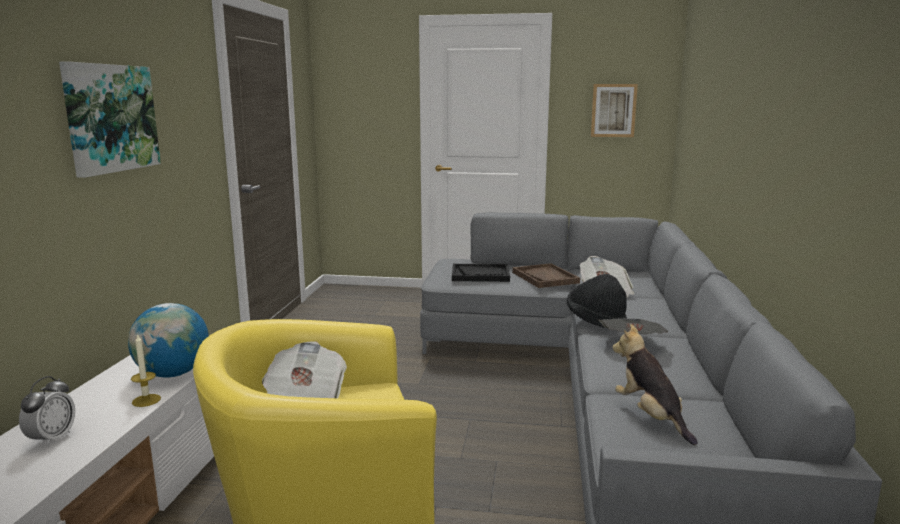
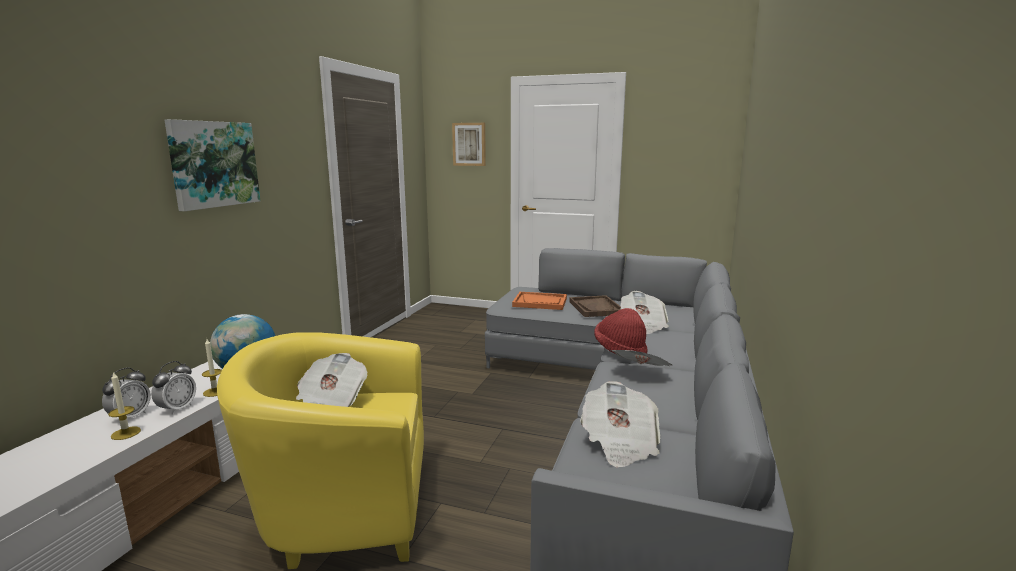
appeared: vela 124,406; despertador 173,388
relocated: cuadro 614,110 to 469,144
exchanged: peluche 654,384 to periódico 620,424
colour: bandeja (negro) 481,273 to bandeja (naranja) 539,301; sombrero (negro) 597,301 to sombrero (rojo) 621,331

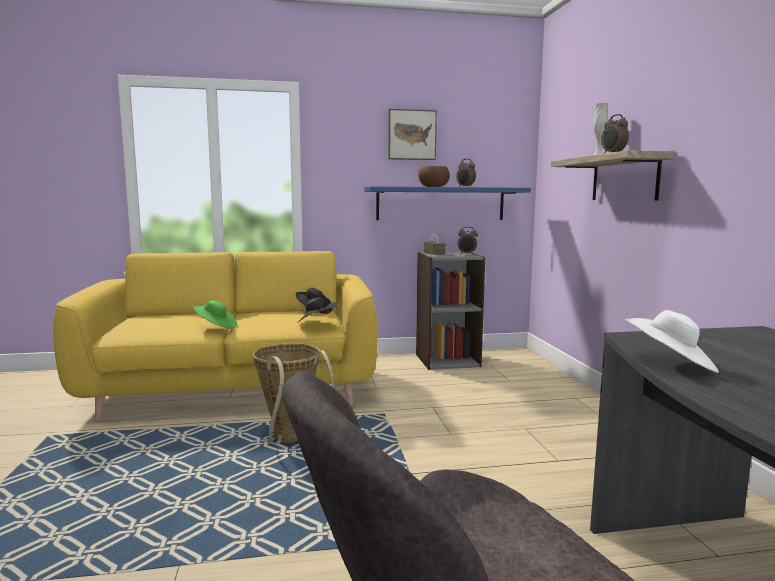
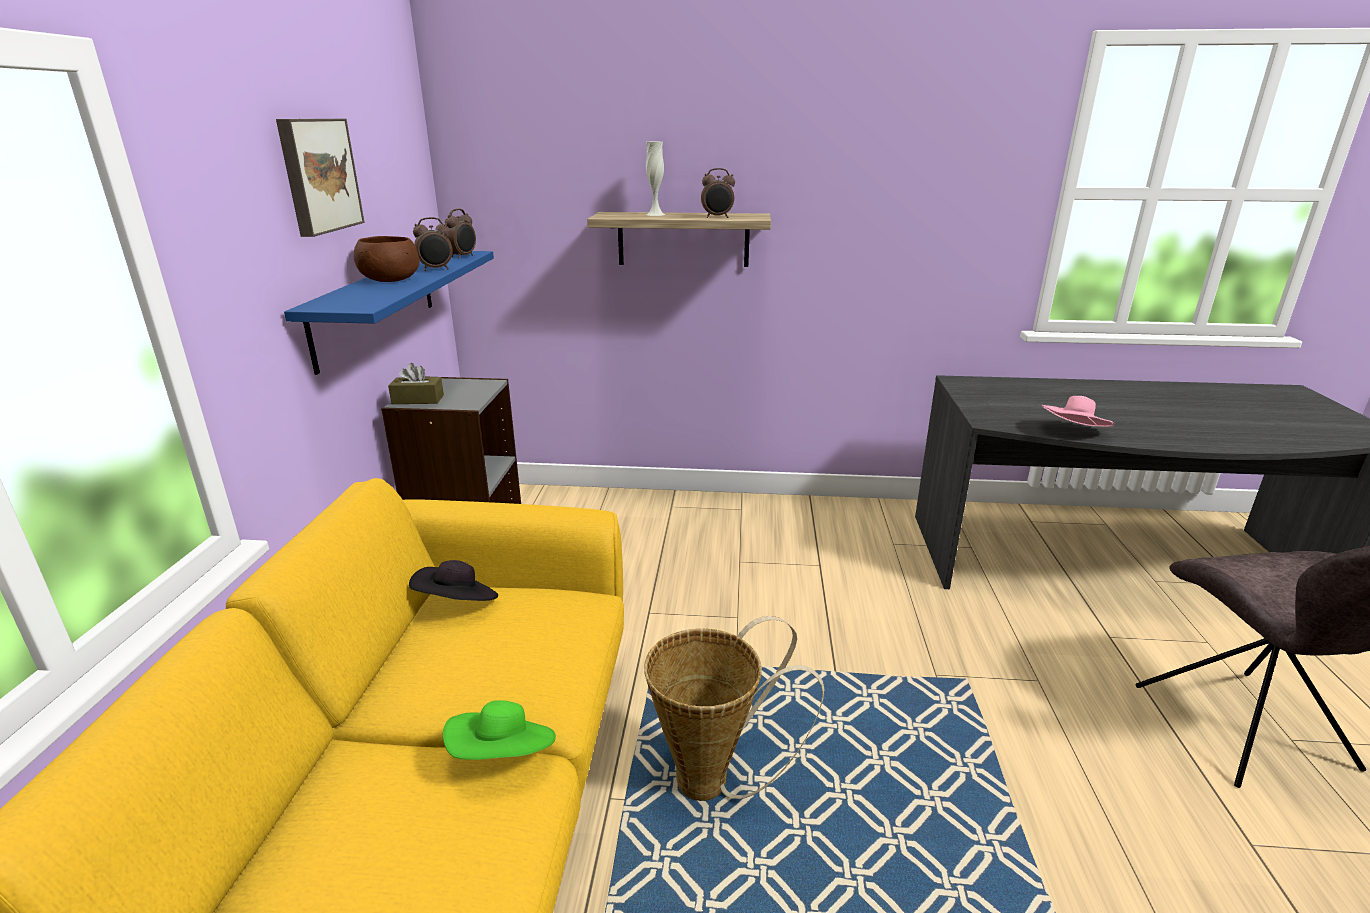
missing: sombrero (negro) 317,310
relocated: despertador 467,241 to 460,234
colour: sombrero (blanco) 672,341 to sombrero (rosa) 1078,411

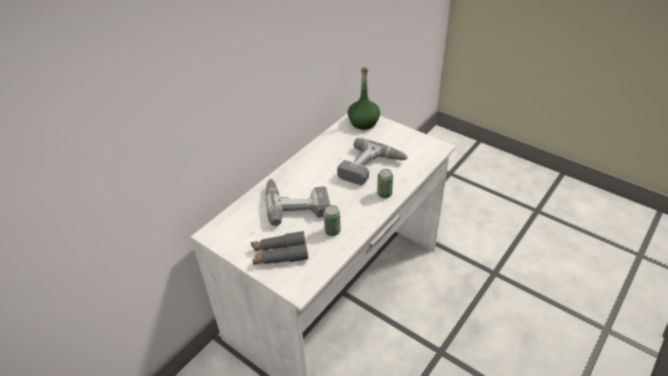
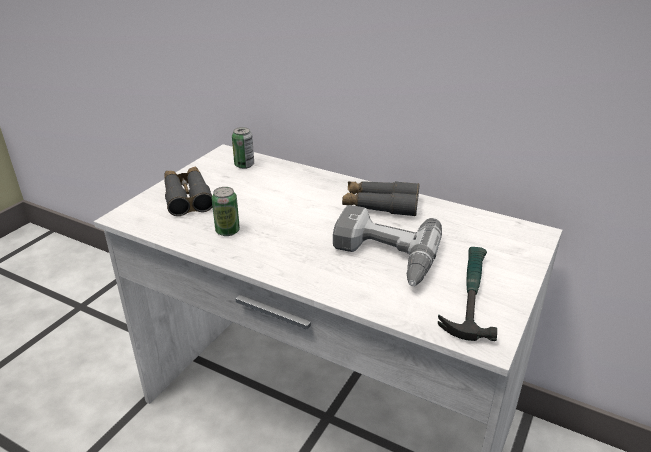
missing: taladro 297,202; botella (verde) 364,98
appeared: prismáticos (gris) 381,199; martillo 467,294
relocated: lata 385,183 to 243,148

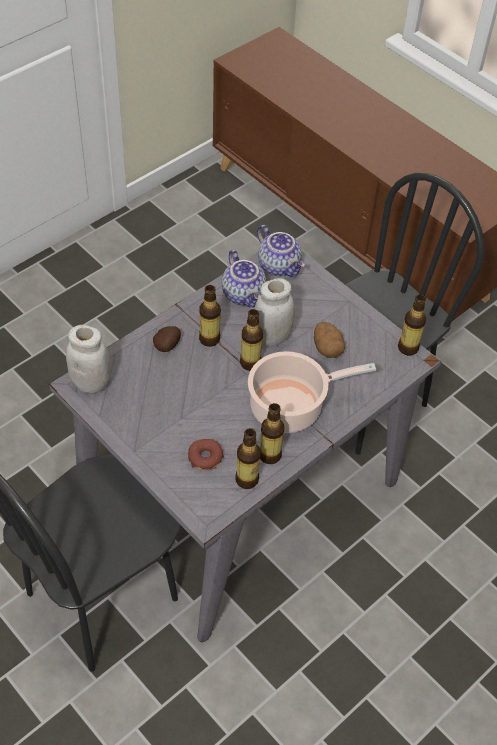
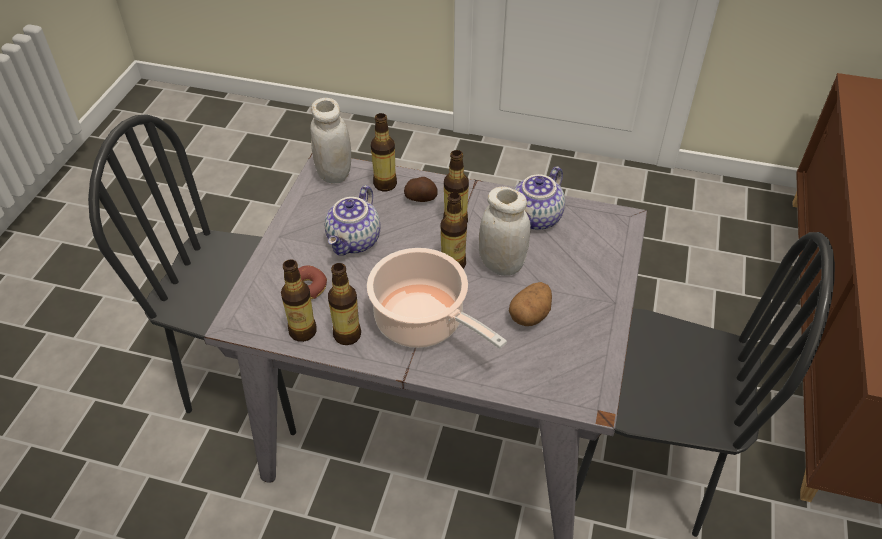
relocated: tetera 281,251 to 353,220; botella 412,325 to 384,152

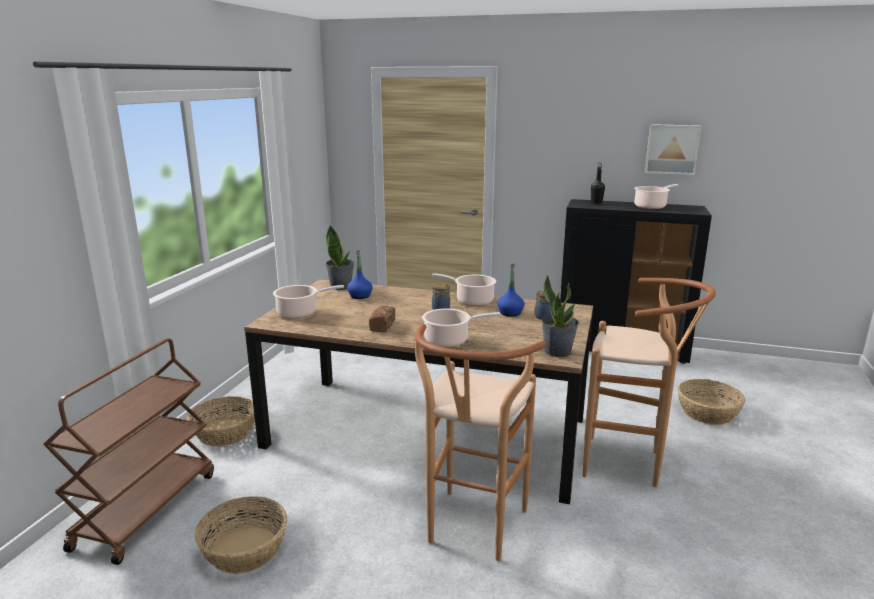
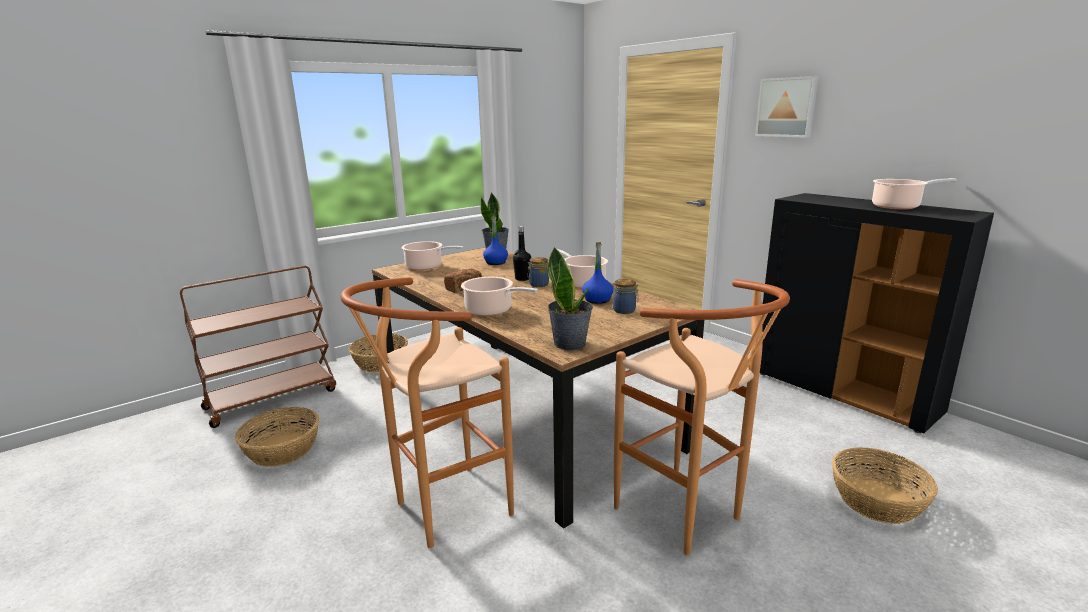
relocated: botella (negro) 598,183 to 522,253; cuadro 673,149 to 787,107

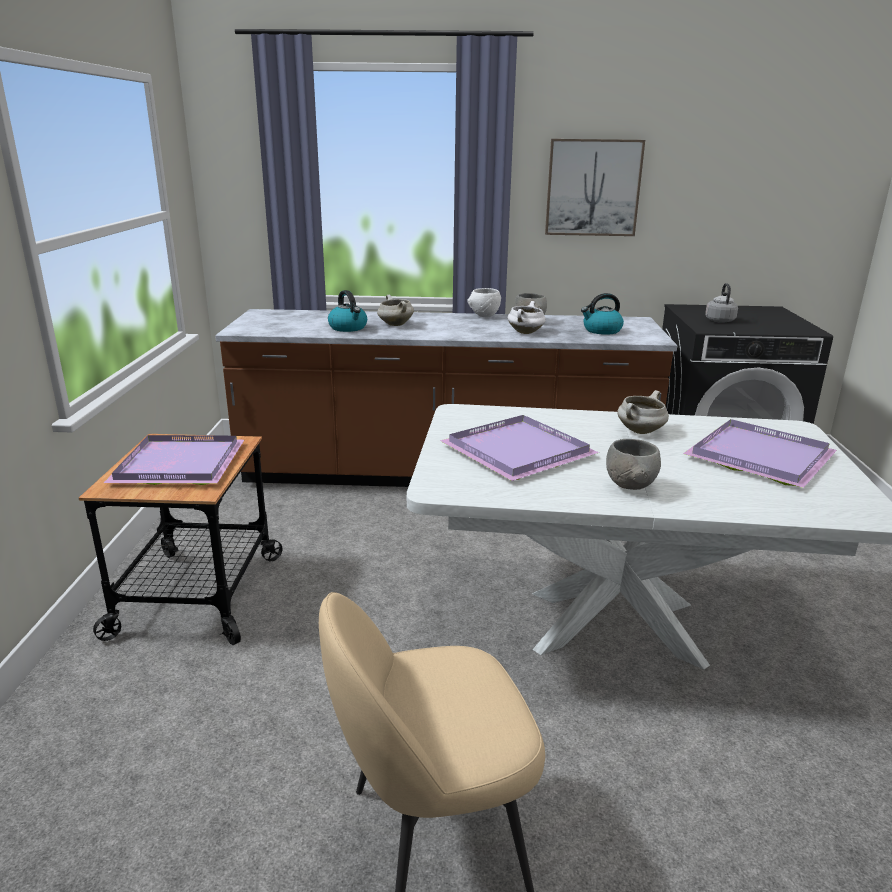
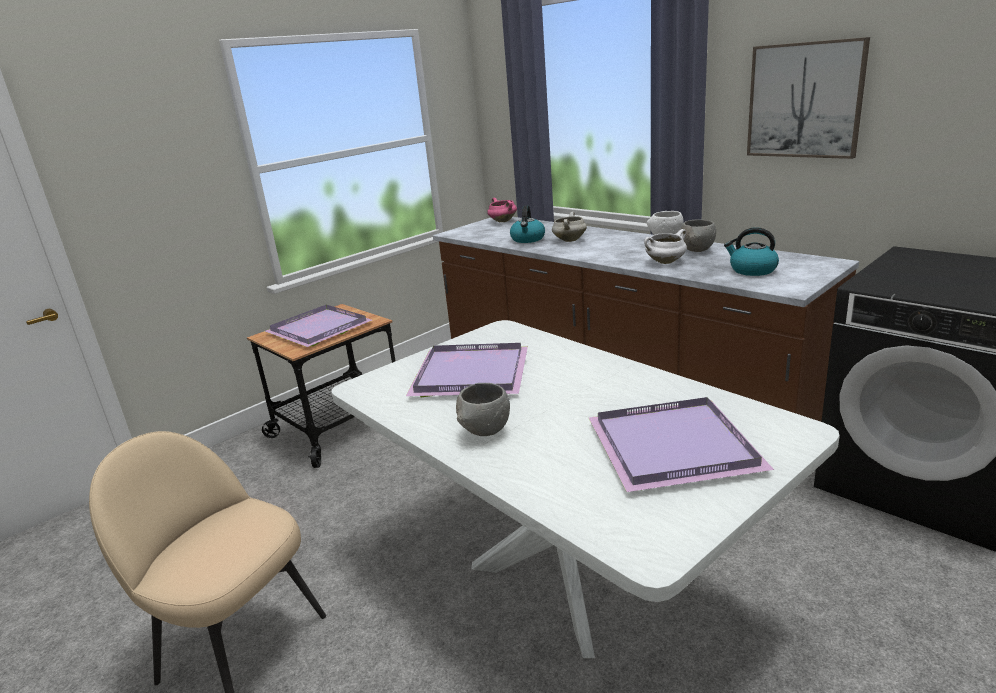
missing: olla (blanco) 643,412; hervidor (gris) 721,303
appeared: olla (rosa) 502,210

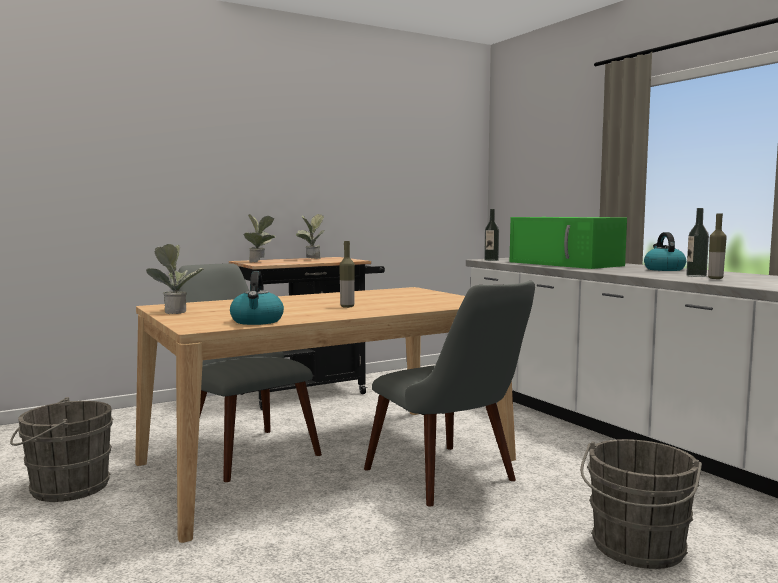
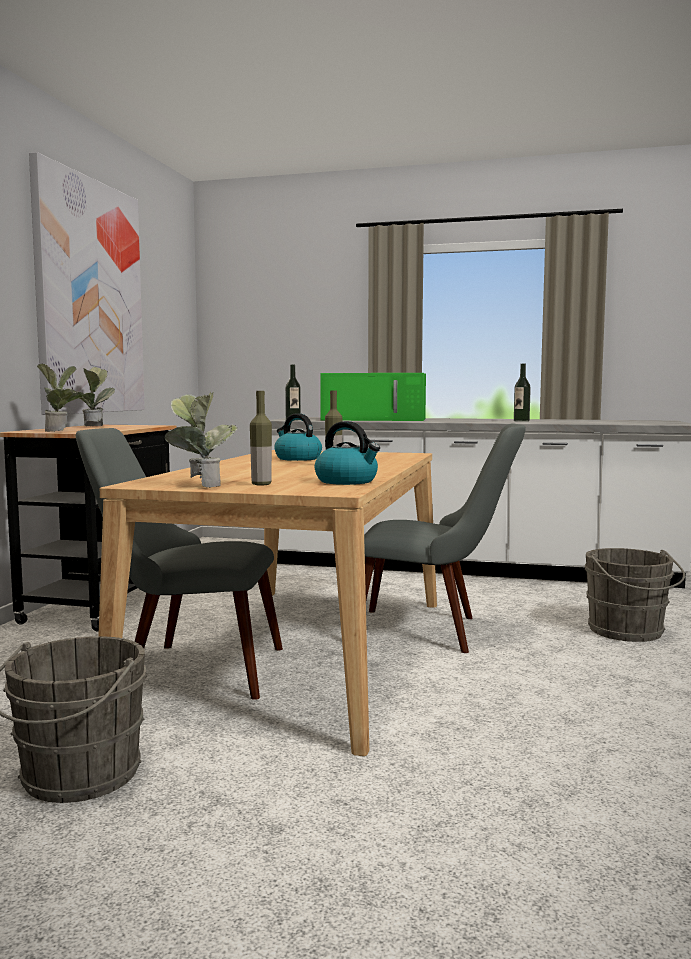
appeared: cuadro 87,283
relocated: hervidor 665,251 to 298,437; botella 717,246 to 261,438

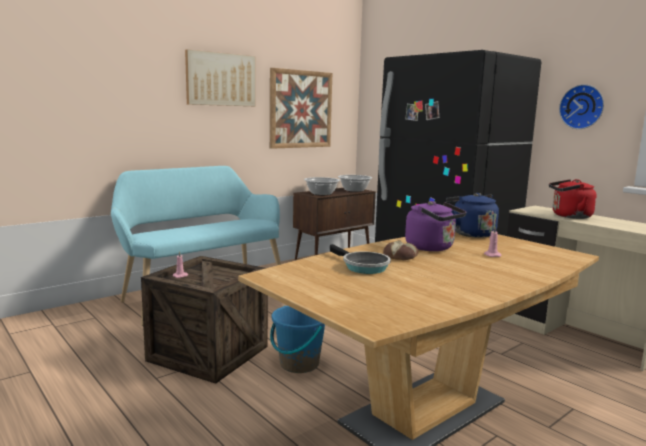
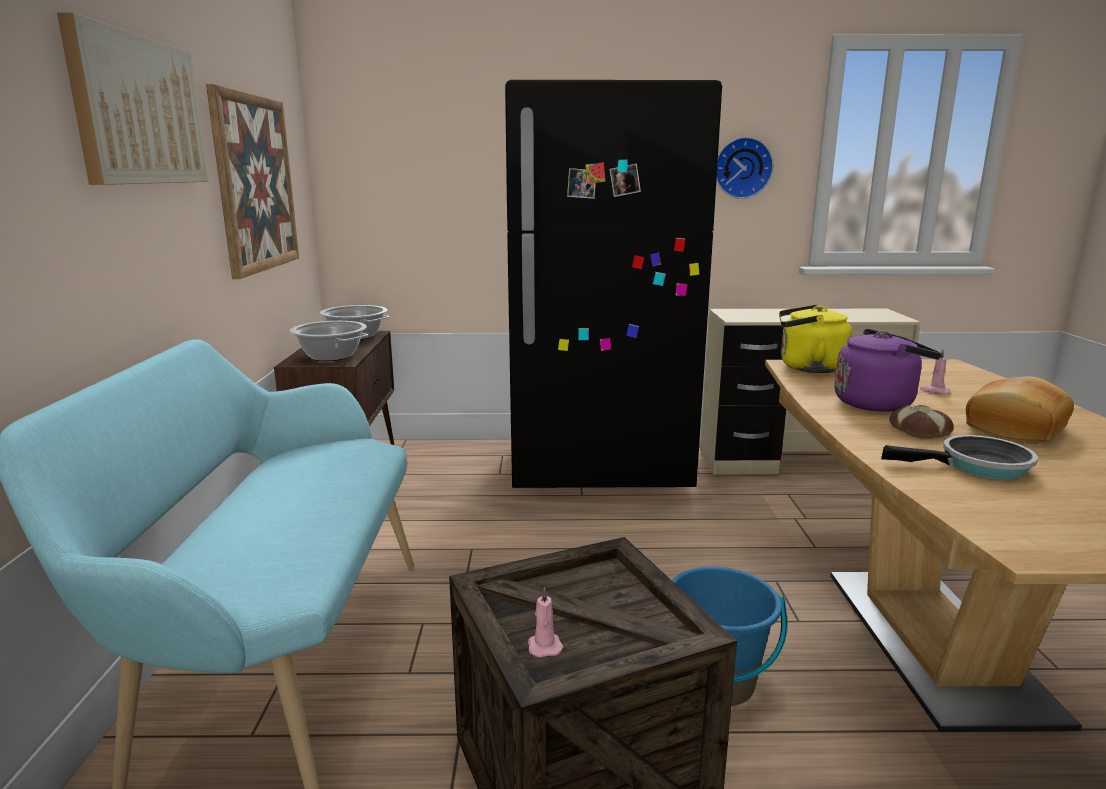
missing: hervidor (rojo) 573,199
appeared: pan 1020,409
colour: hervidor (azul) 472,215 to hervidor (amarillo) 815,339

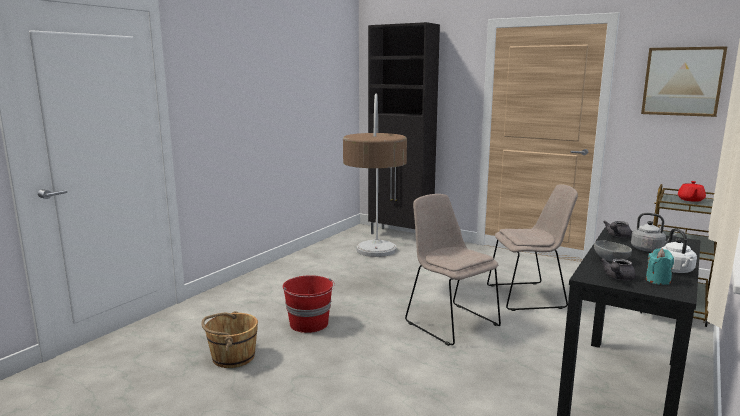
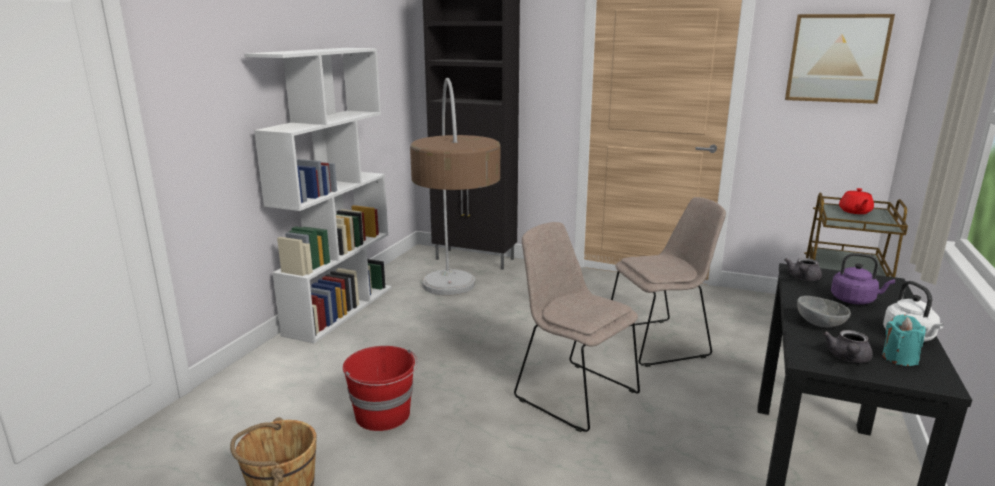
appeared: estantería (blanco) 318,195
colour: hervidor (gris) 654,232 to hervidor (morado) 863,279

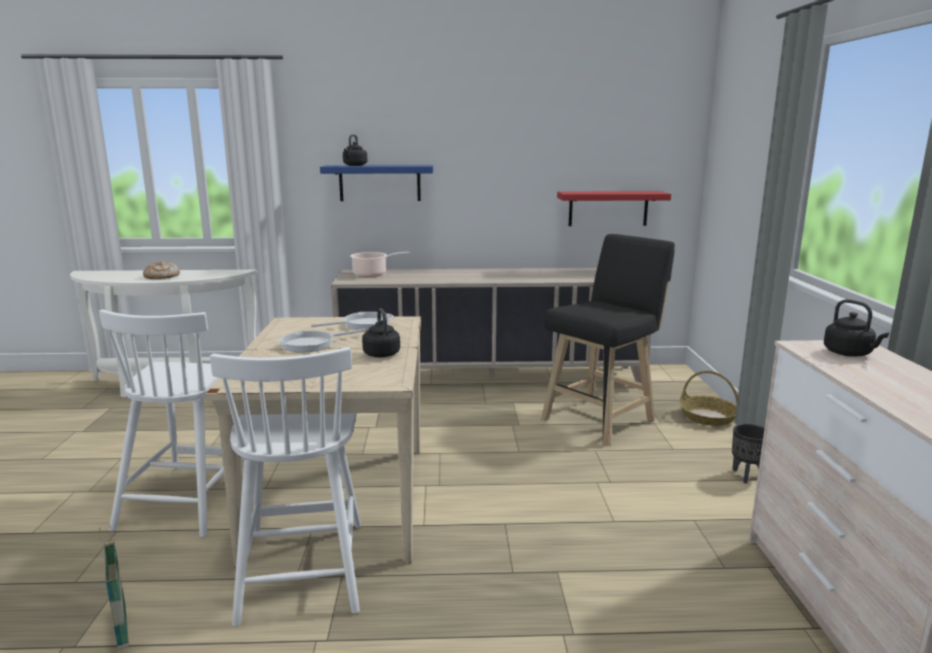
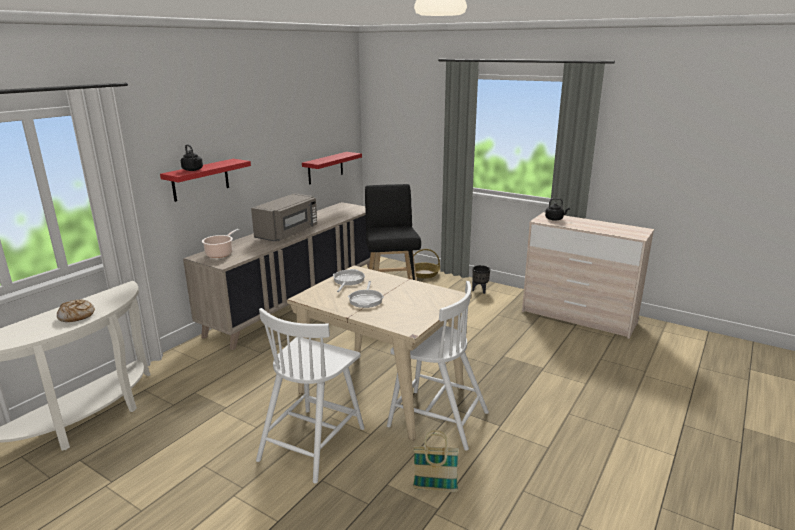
missing: hervidor (negro) 381,332
appeared: microondas (gris) 284,217
colour: estante (azul) 376,183 to estante (rojo) 205,180
spun: silla (blanco) 161,423 = 310,396 75 degrees clockwise

